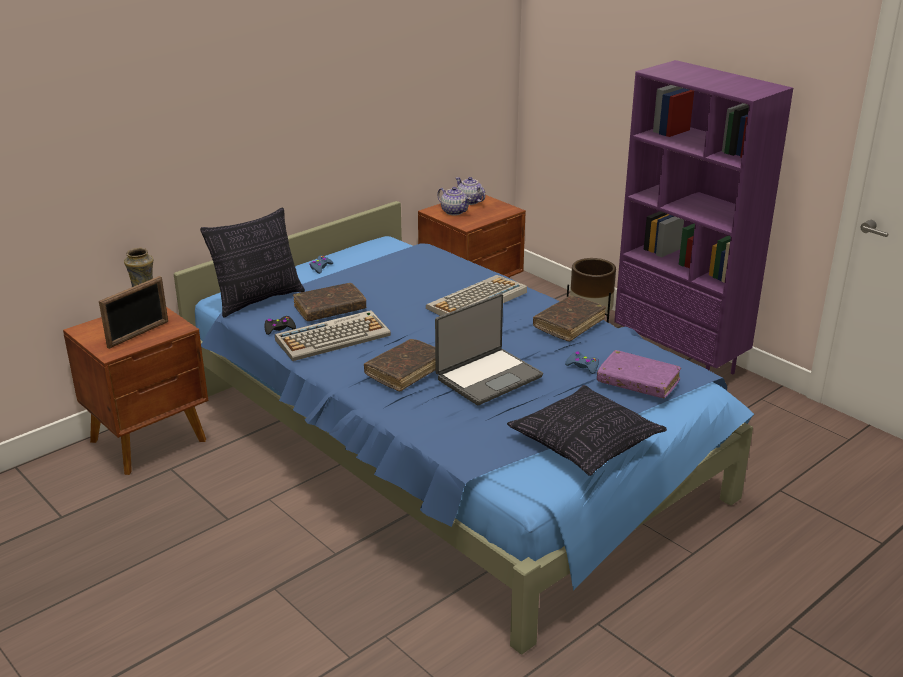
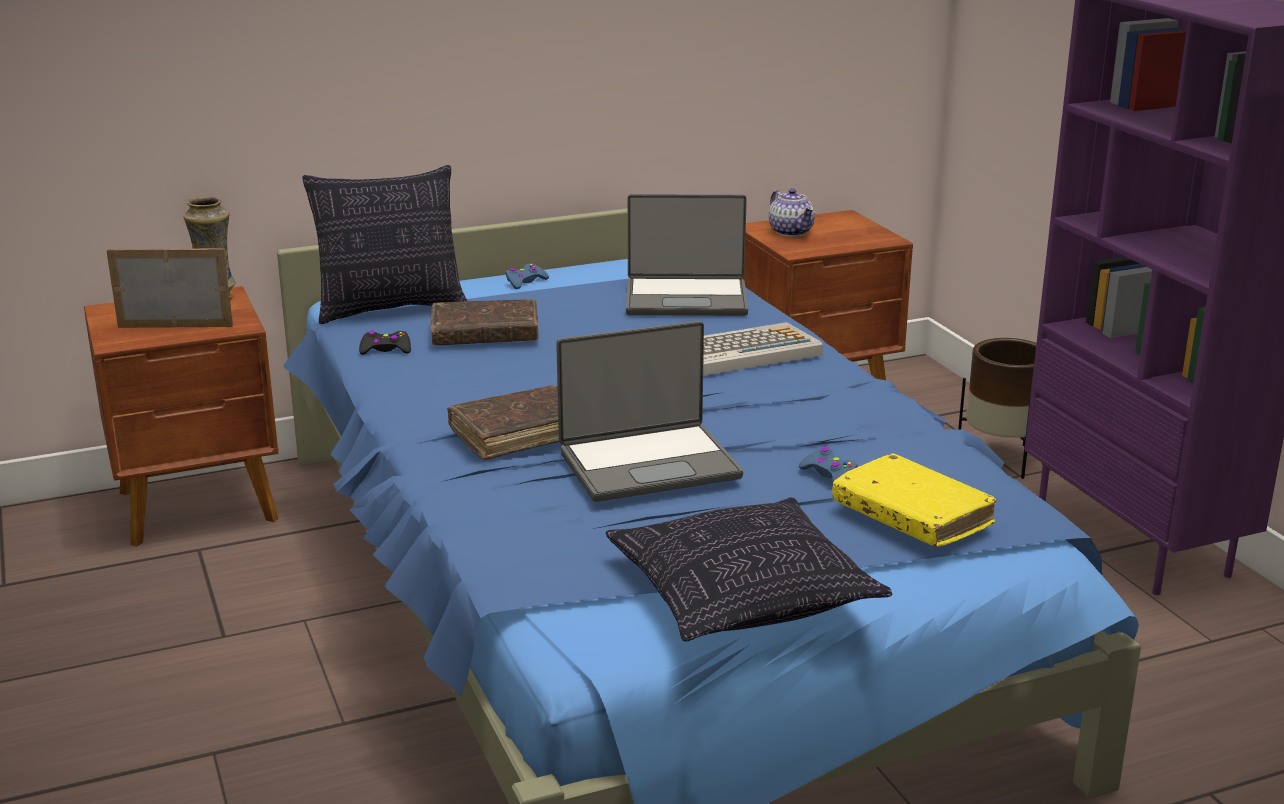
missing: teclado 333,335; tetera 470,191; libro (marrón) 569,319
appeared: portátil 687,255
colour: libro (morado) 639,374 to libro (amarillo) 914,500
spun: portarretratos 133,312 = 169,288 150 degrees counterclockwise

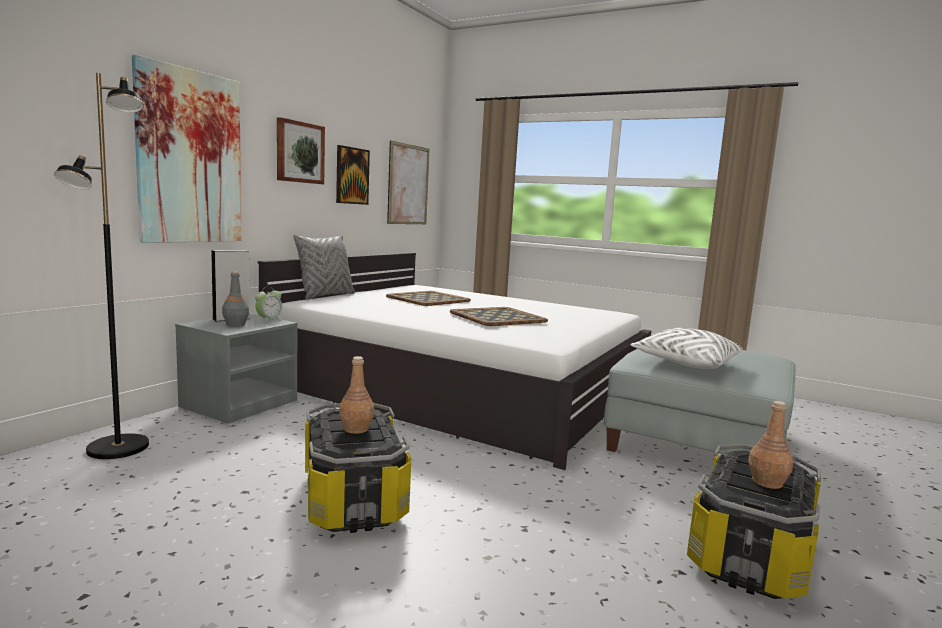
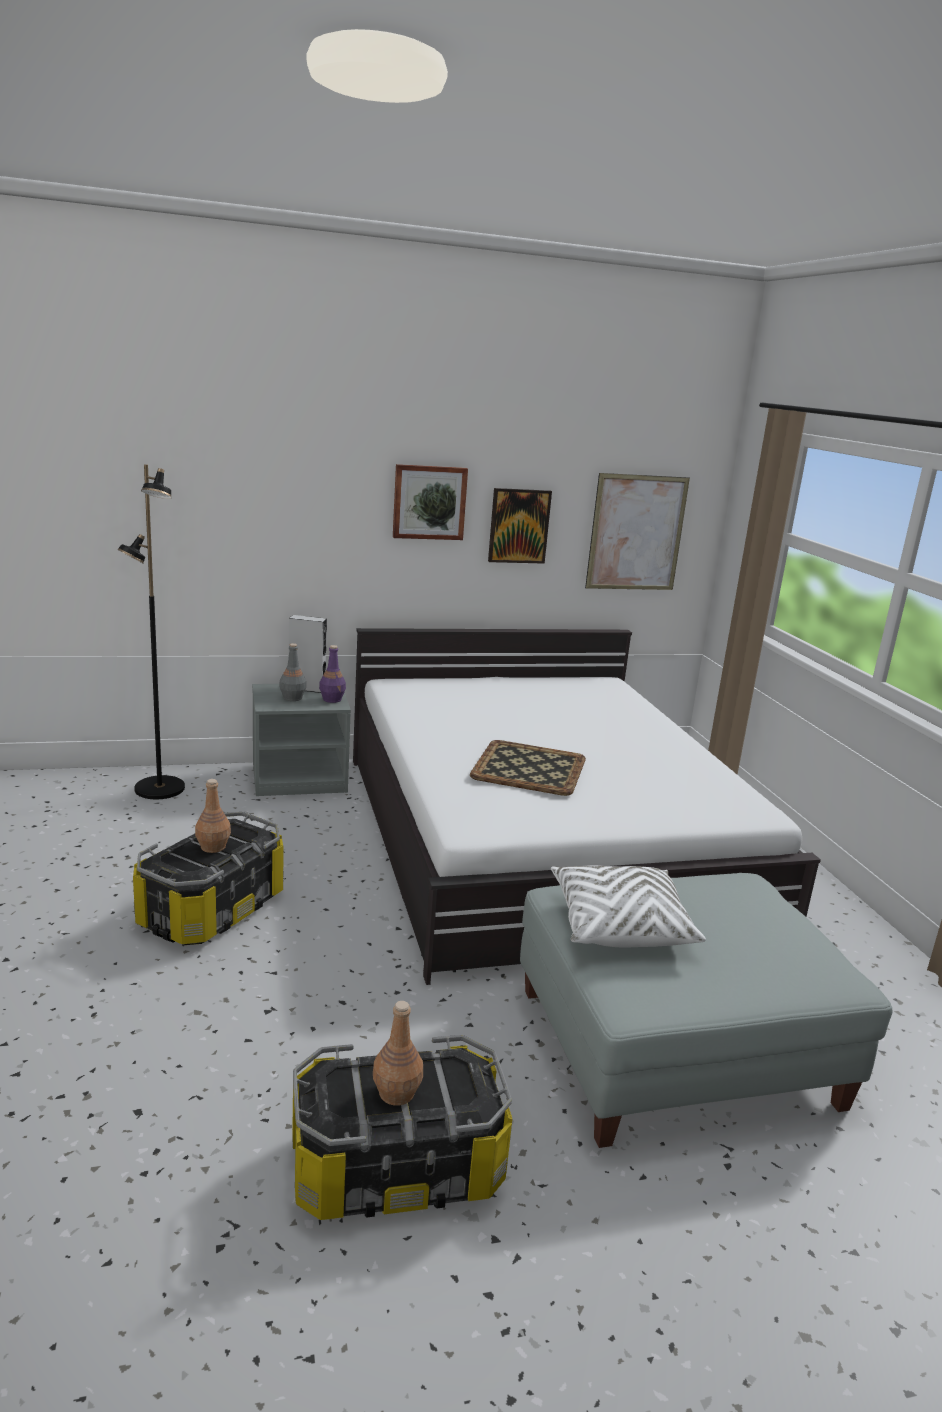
missing: cuadro 187,149; cojín (gris) 324,267; bandeja 428,298
exchanged: despertador 268,305 to botella (morado) 332,674

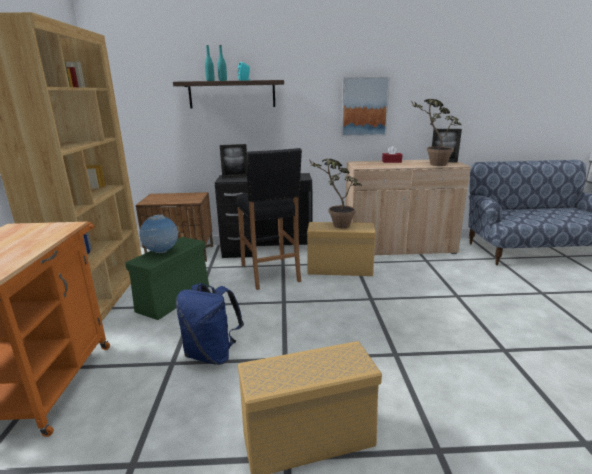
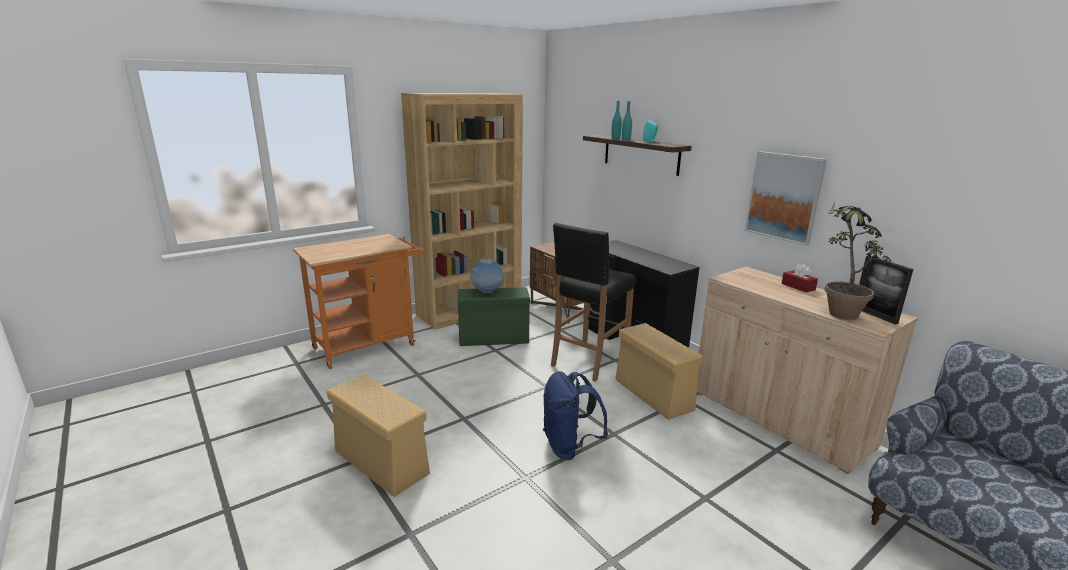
missing: portarretratos 233,161; planta en maceta 335,193
relocated: mochila (azul) 210,324 to 575,415

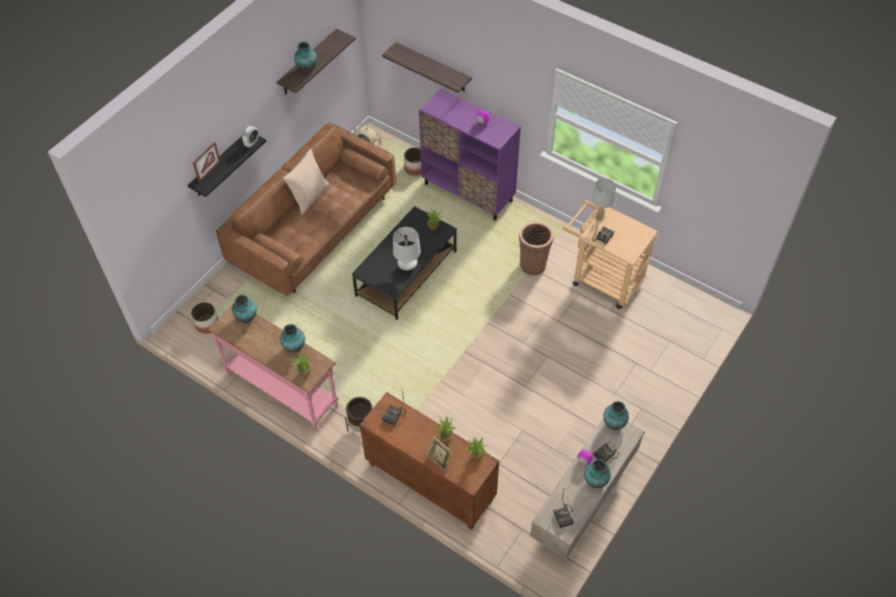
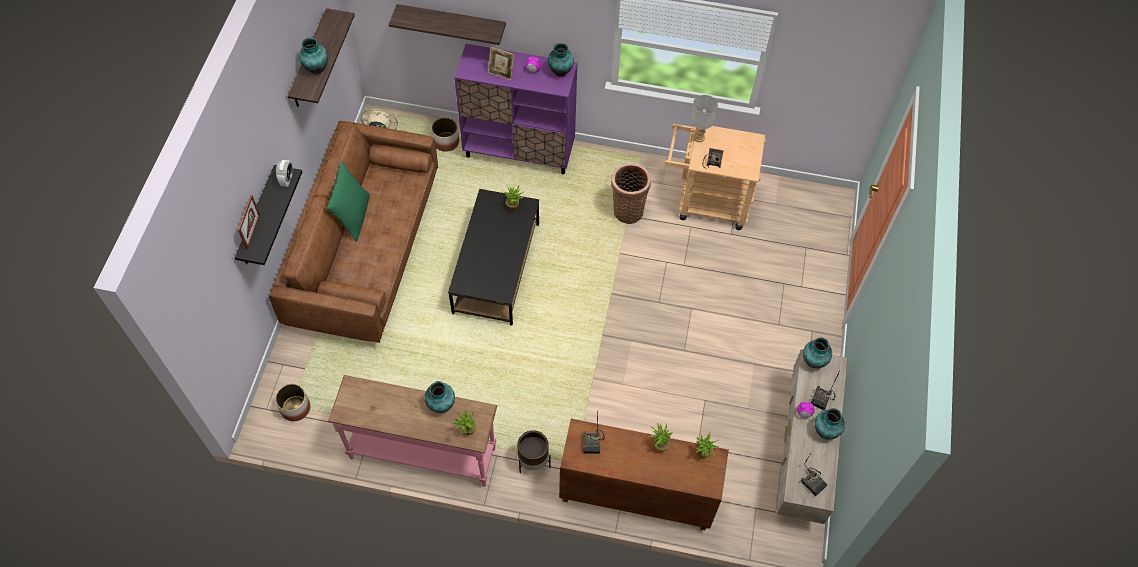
missing: lámpara de mesa (blanco) 407,249
relocated: florero 244,309 to 561,60; portarretratos 439,453 to 501,63
colour: cojín (beis) 306,181 to cojín (verde) 348,201

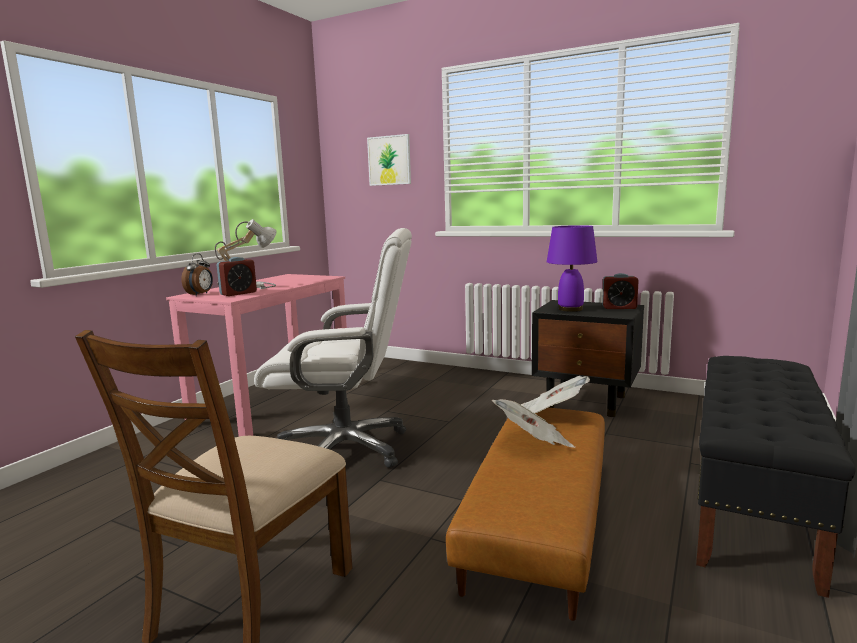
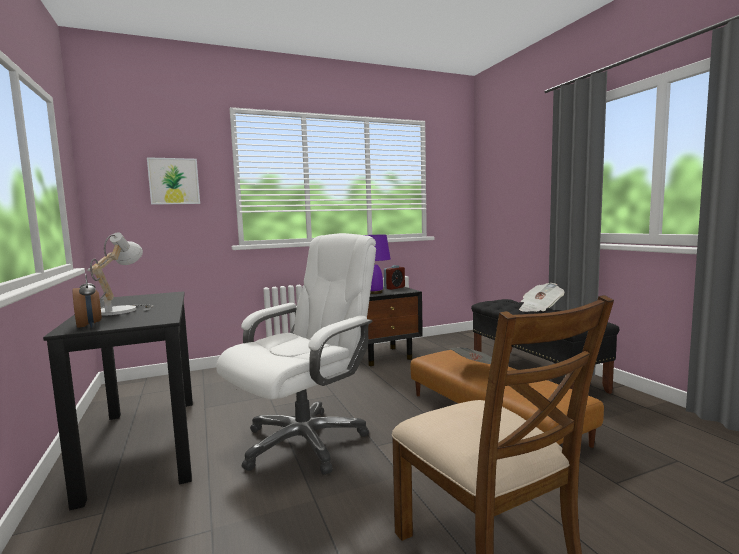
missing: despertador 237,276
relocated: periódico 555,394 to 541,297
colour: escritorio (rosa) 256,355 to escritorio (negro) 118,401

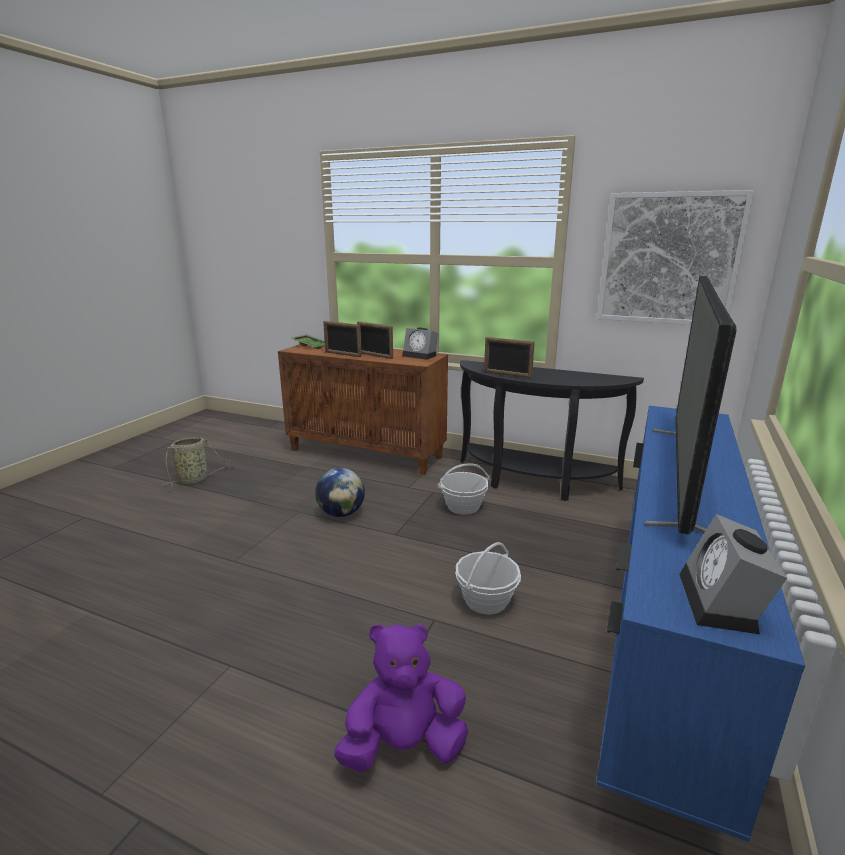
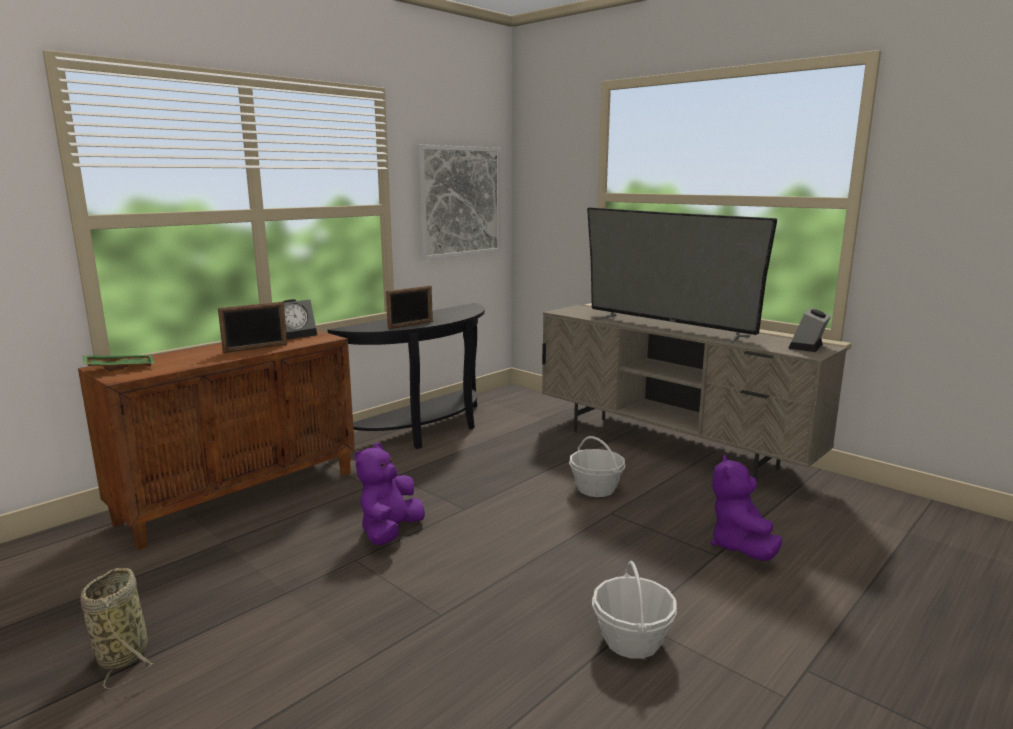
missing: portarretratos 342,339
relocated: cesta 464,489 to 634,610
exchanged: globo terráqueo 340,492 to peluche (morado) 390,494
colour: mueble de televisión (azul) 700,624 to mueble de televisión (beis) 694,393
spun: despertador 733,574 = 809,330 90 degrees clockwise

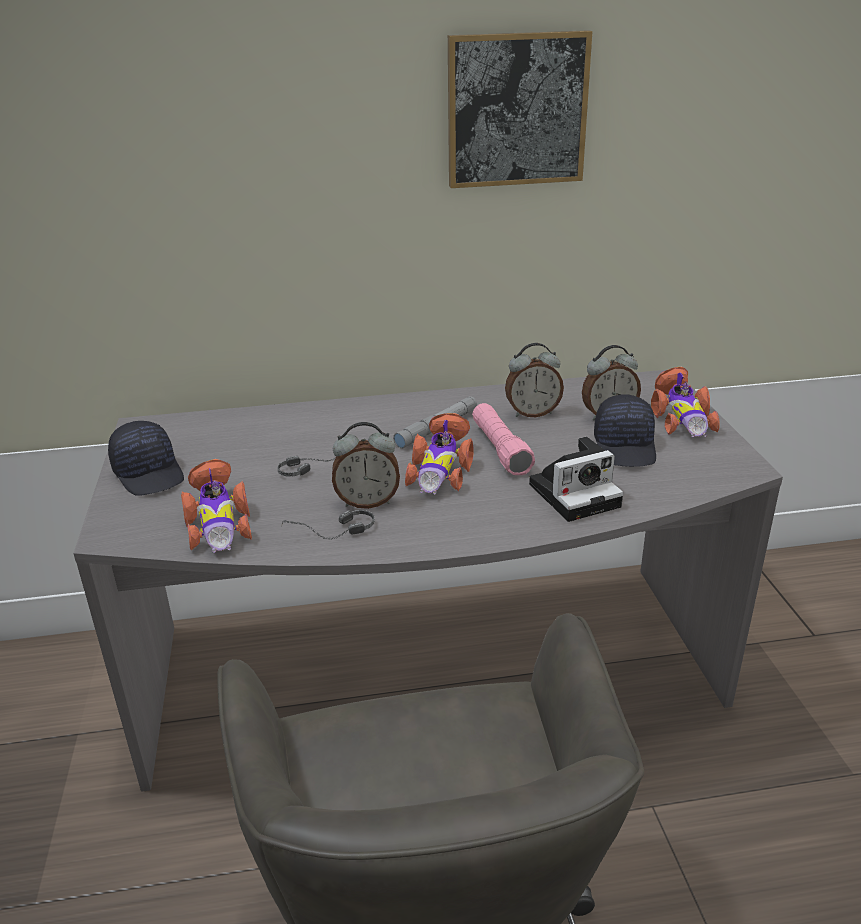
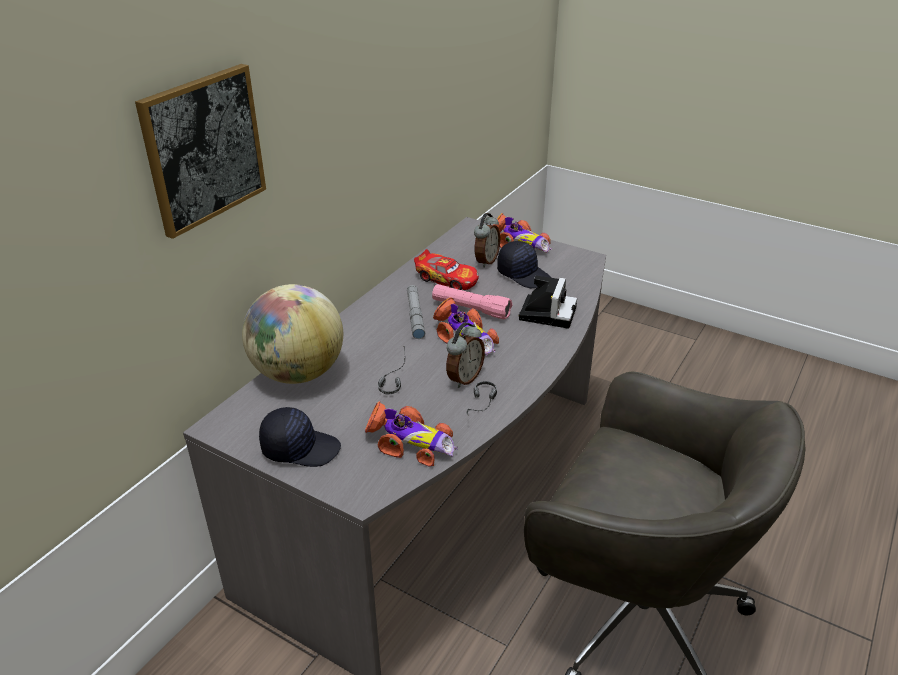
appeared: globo terráqueo 292,334
relocated: cuadro 520,109 to 200,151
exchanged: despertador 534,380 to coche de juguete 446,269

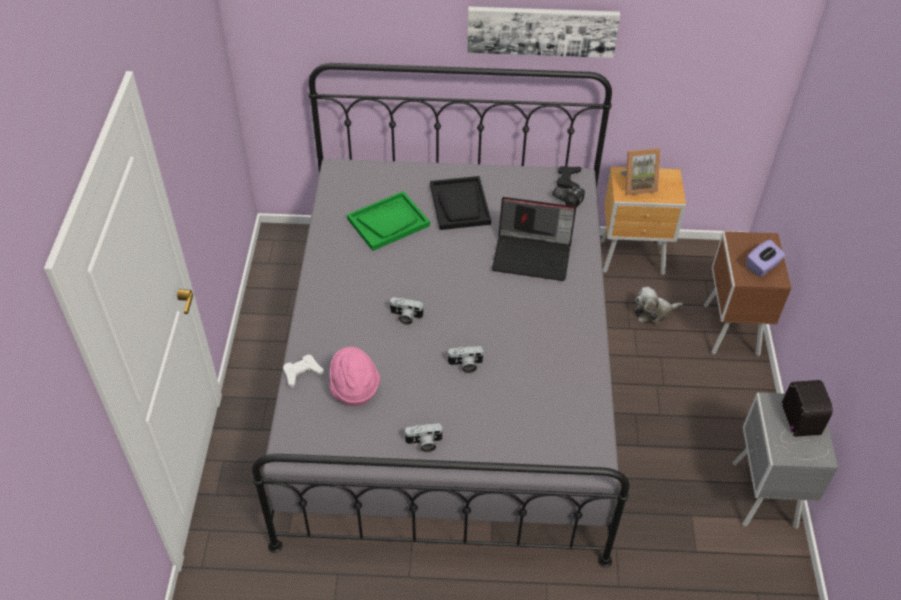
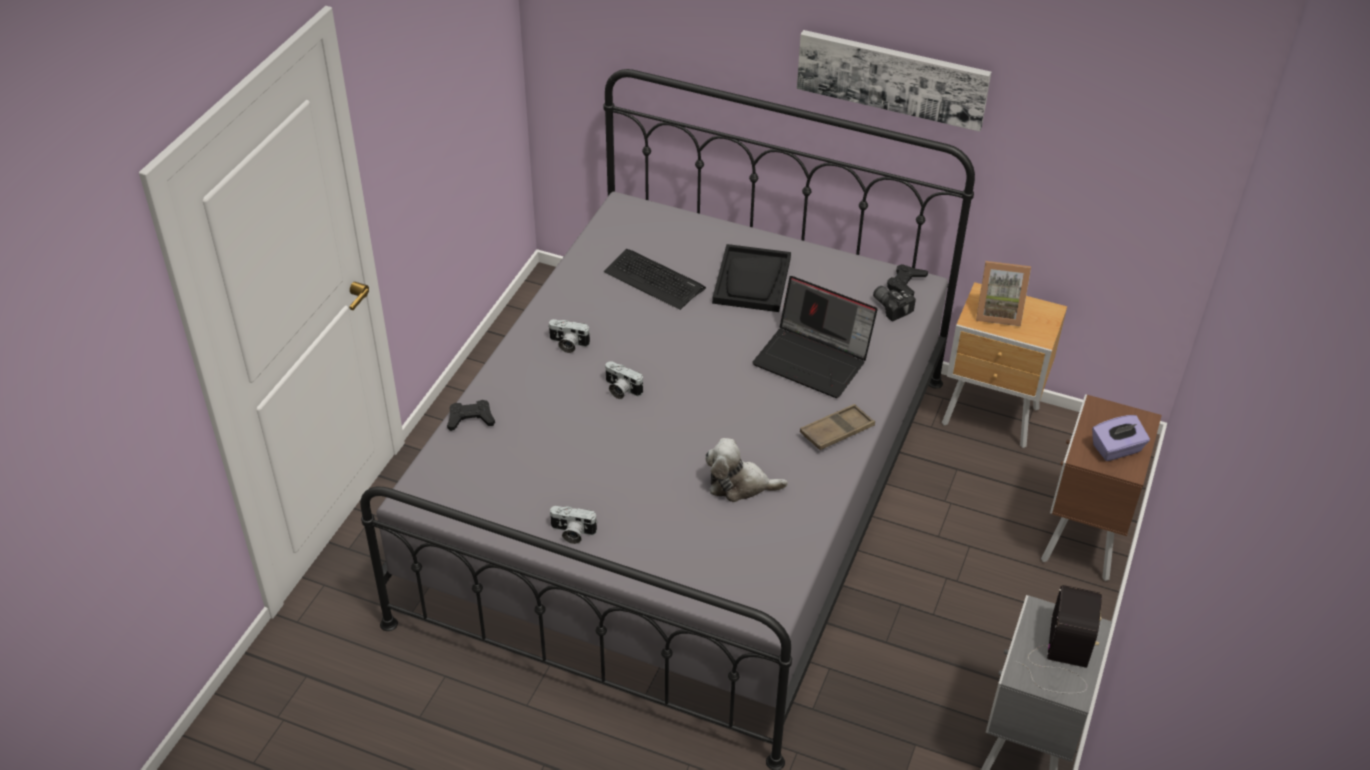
missing: sombrero (rosa) 355,376
appeared: bandeja (marrón) 837,427
relocated: cámara 465,359 to 569,336; peluche 658,306 to 746,470
exchanged: bandeja (verde) 388,221 to teclado 655,279
colour: mando de consola (blanco) 303,371 to mando de consola (negro) 471,415

